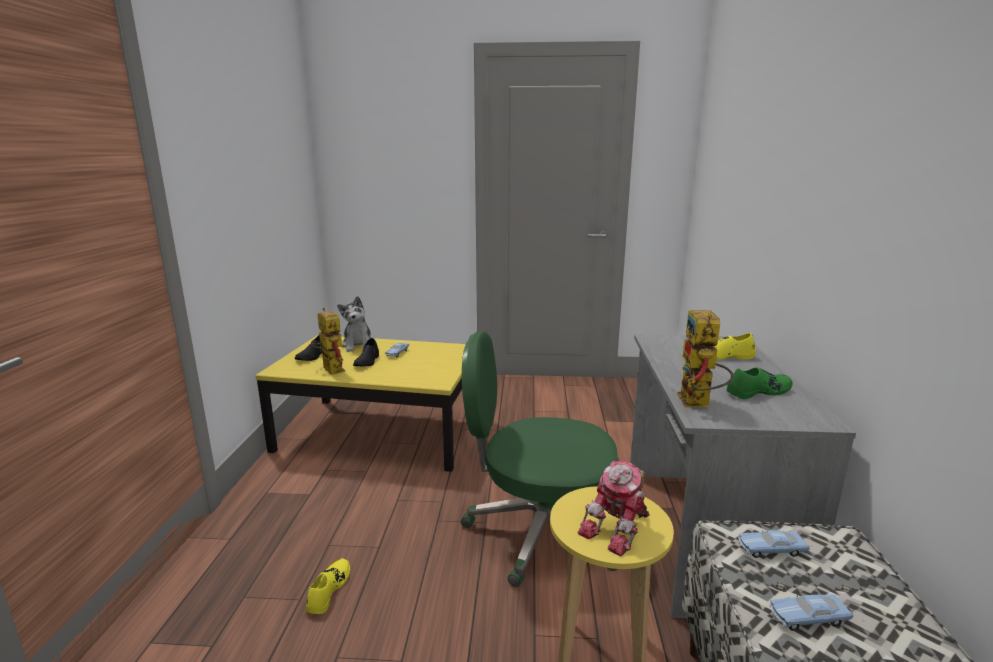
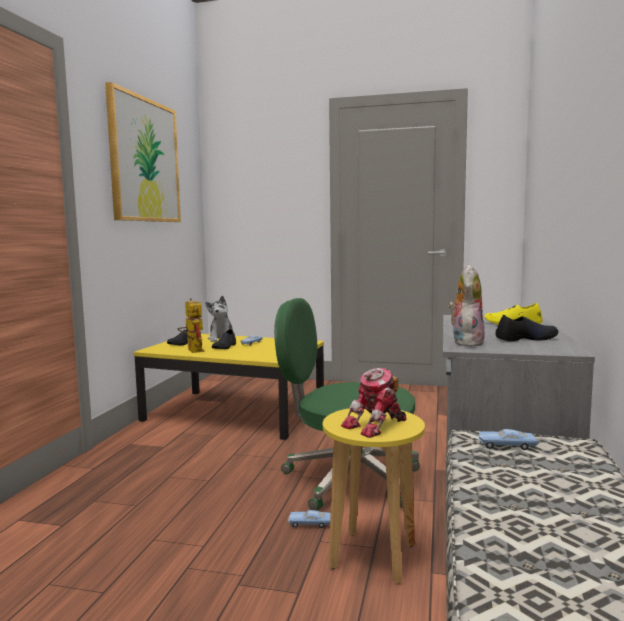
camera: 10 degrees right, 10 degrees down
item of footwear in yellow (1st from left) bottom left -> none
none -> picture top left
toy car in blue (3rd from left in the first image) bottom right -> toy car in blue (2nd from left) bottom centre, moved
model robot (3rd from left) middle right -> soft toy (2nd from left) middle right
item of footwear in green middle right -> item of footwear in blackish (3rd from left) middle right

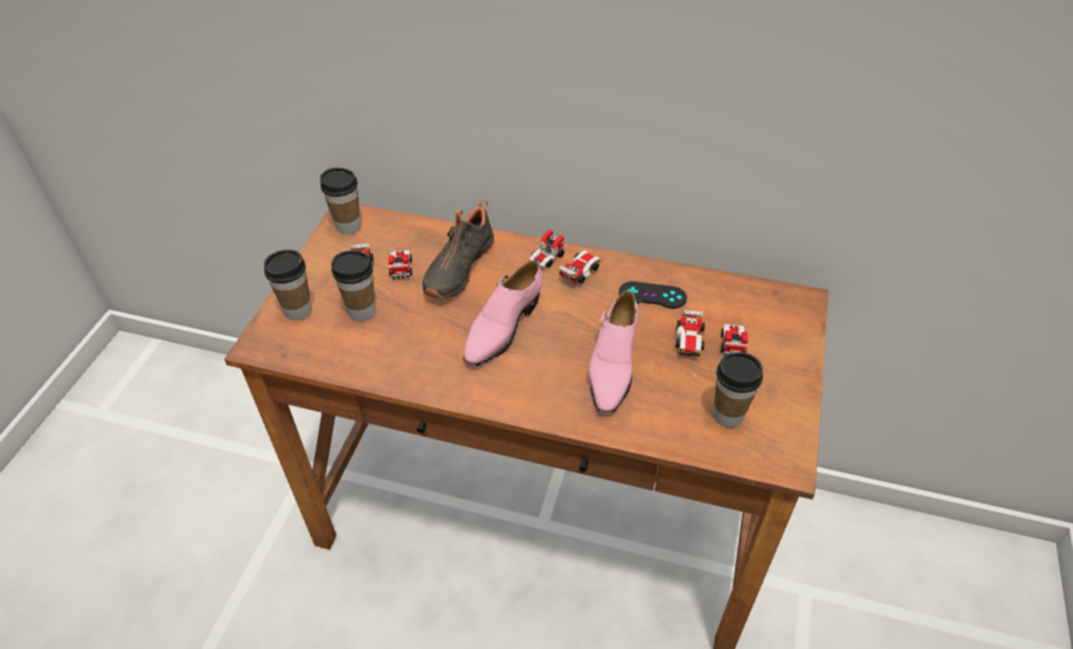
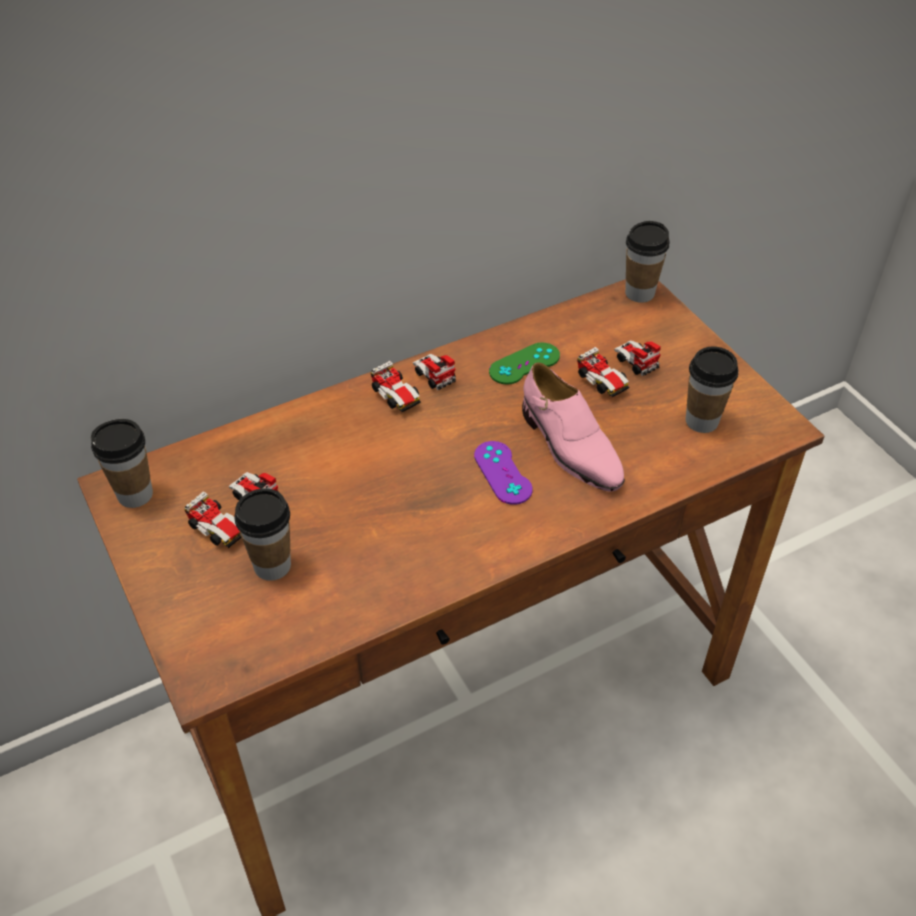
camera: 45 degrees left, 0 degrees up
item of footwear in blackish centre -> none
item of footwear in pinkish (1st from left) centre -> none
none -> game controller in purplish centre
small cup (1st from left in the first image) middle left -> small cup (3rd from left) top right, moved
game controller in blackish centre -> game controller in green centre
toy car (2nd from left) centre, 150 degrees clockwise

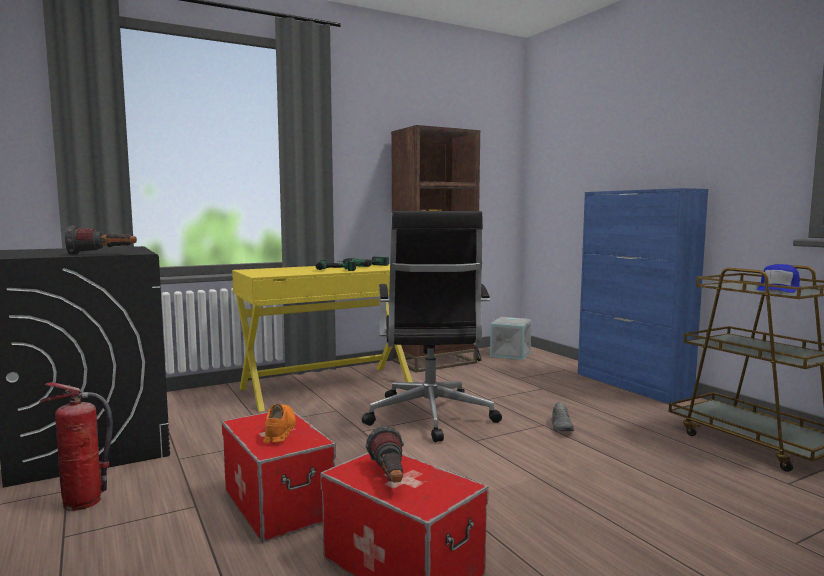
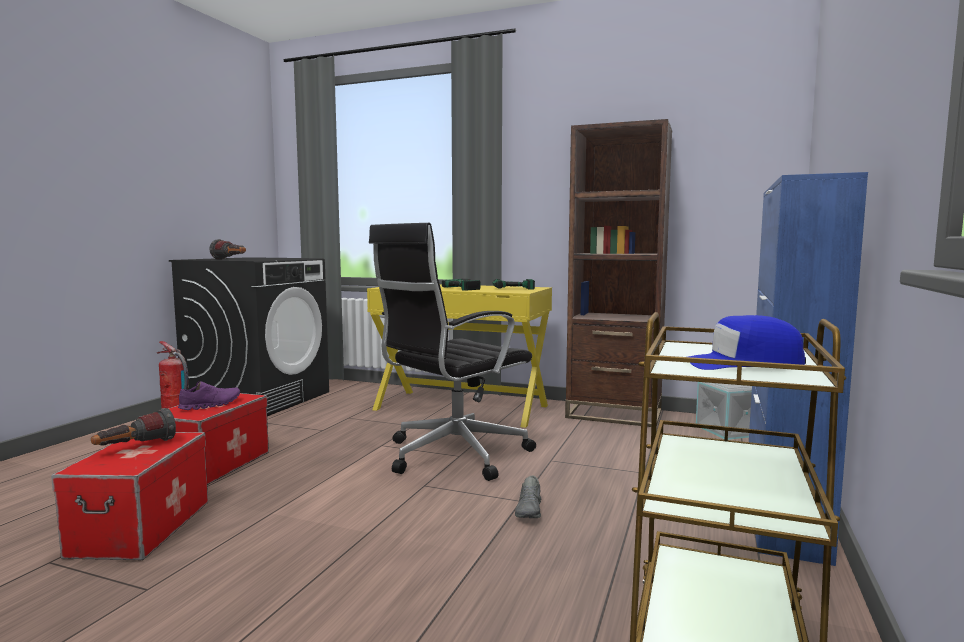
camera: 50 degrees right, 0 degrees up
item of footwear in orange-coloured bottom centre -> item of footwear in purplish middle left
item of footwear in grey bottom right -> item of footwear in grey bottom centre, 45 degrees counterclockwise

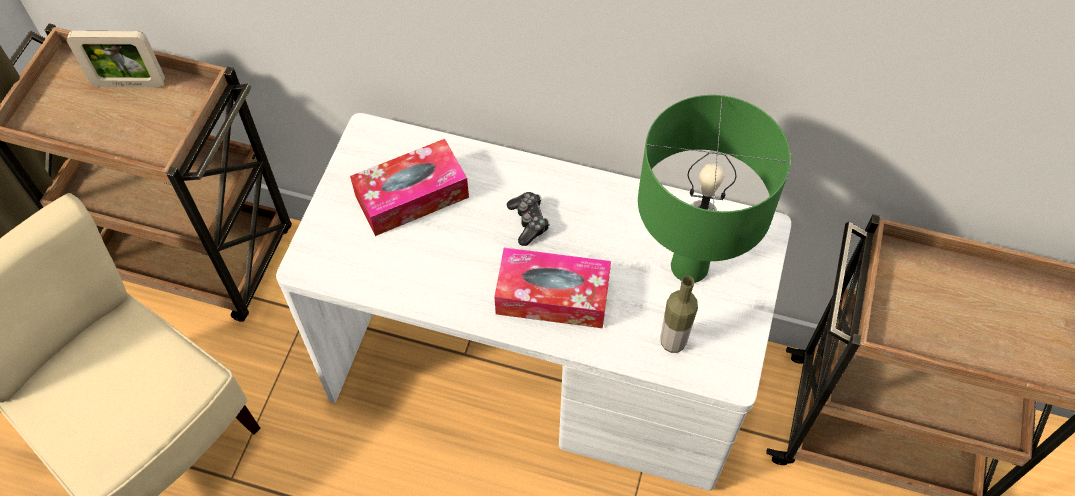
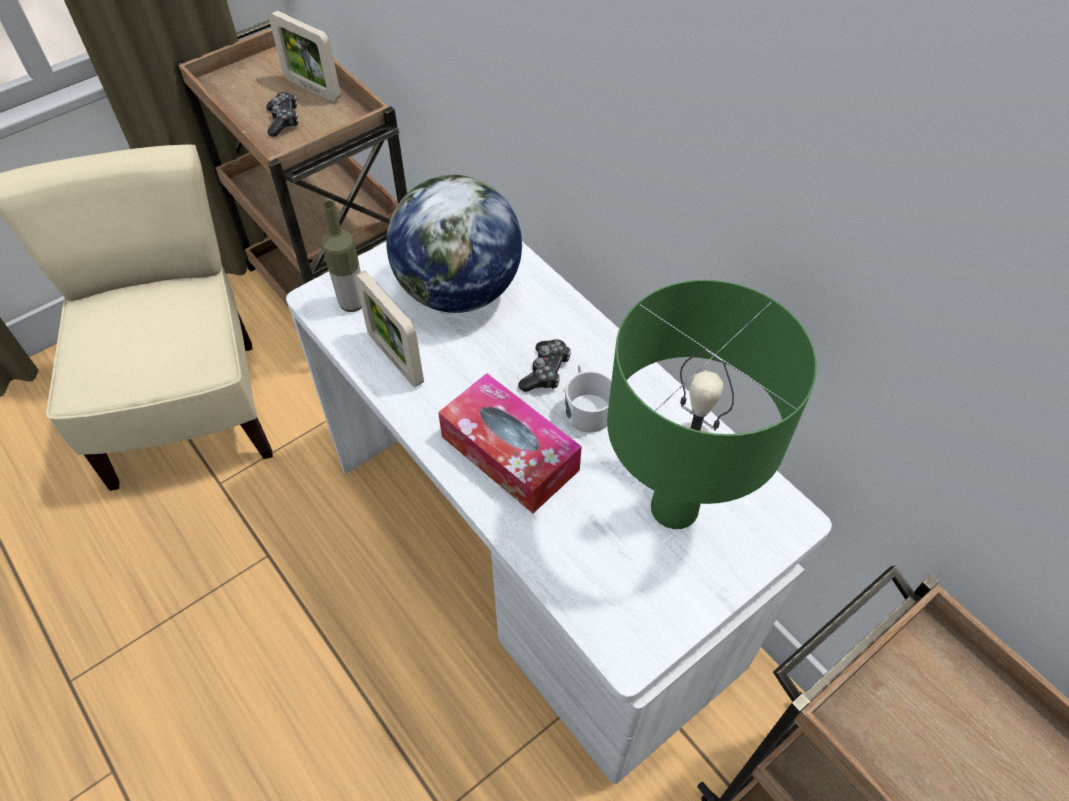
camera: 35 degrees right, 5 degrees down
none -> game controller (1st from left) top left
none -> picture frame (2nd from left) centre
none -> tea mug in white centre
beverage bottle centre -> beverage bottle top left, moved
box of tissues (1st from left) centre -> desk globe top centre

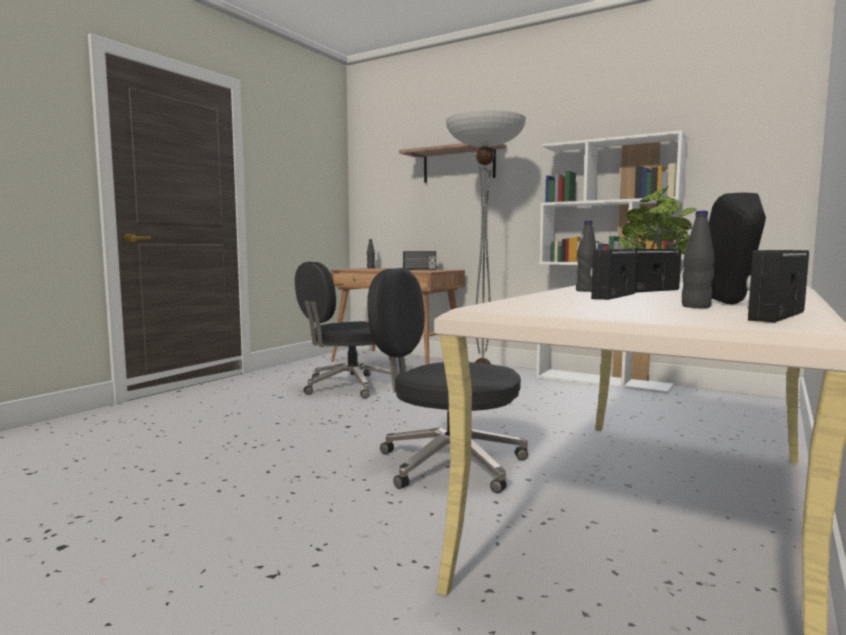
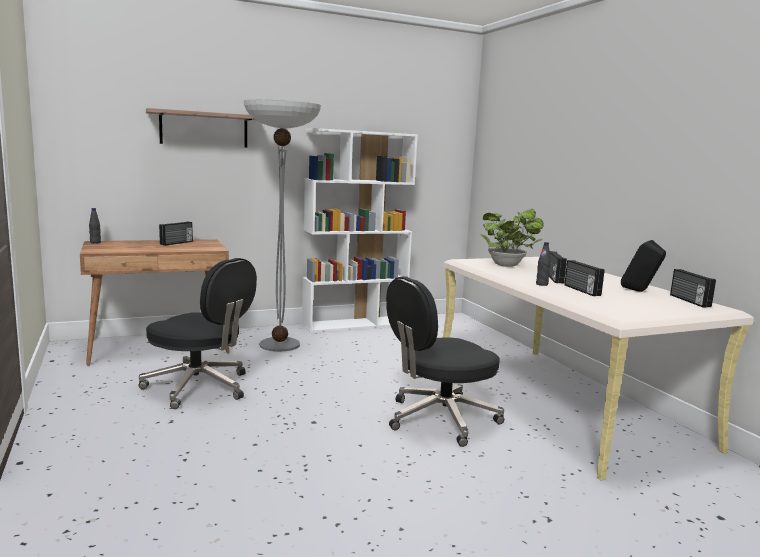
camera: 55 degrees left, 5 degrees up
beverage bottle in blackish (3rd from left) middle right -> none
desk chair in blackish (1st from left) centre -> desk chair in blackish (1st from left) middle left, 60 degrees counterclockwise

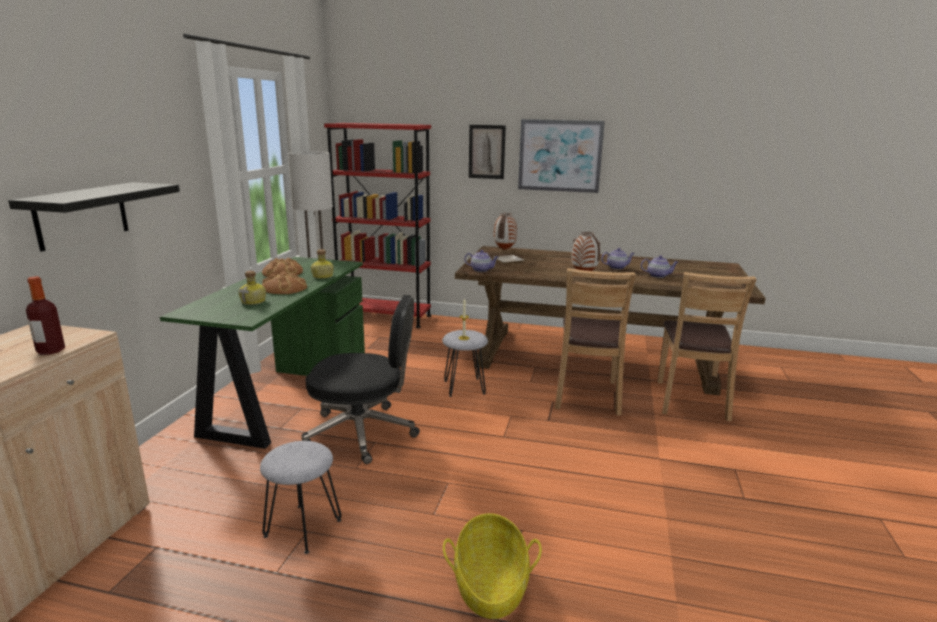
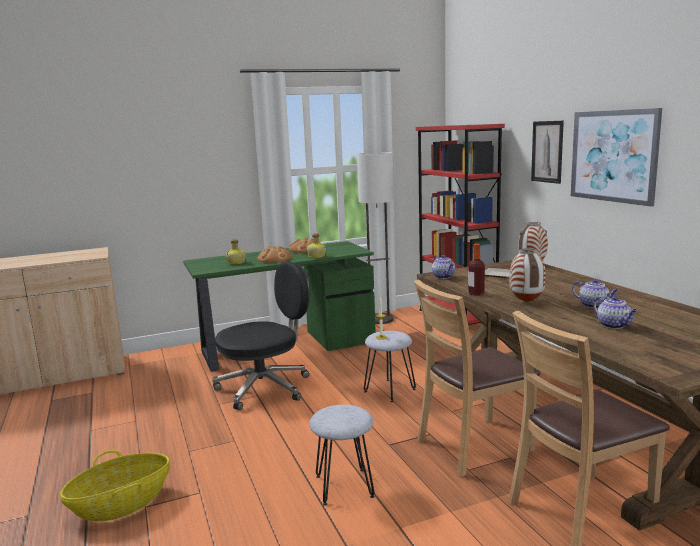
camera: 55 degrees right, 5 degrees down
wall shelf in blackish middle left -> none
beverage bottle (1st from left in the first image) middle left -> beverage bottle (3rd from left) middle right, moved
stool seat in grey (1st from left) bottom left -> stool seat in grey (1st from left) bottom centre, moved
desk chair in blackish centre, 90 degrees counterclockwise

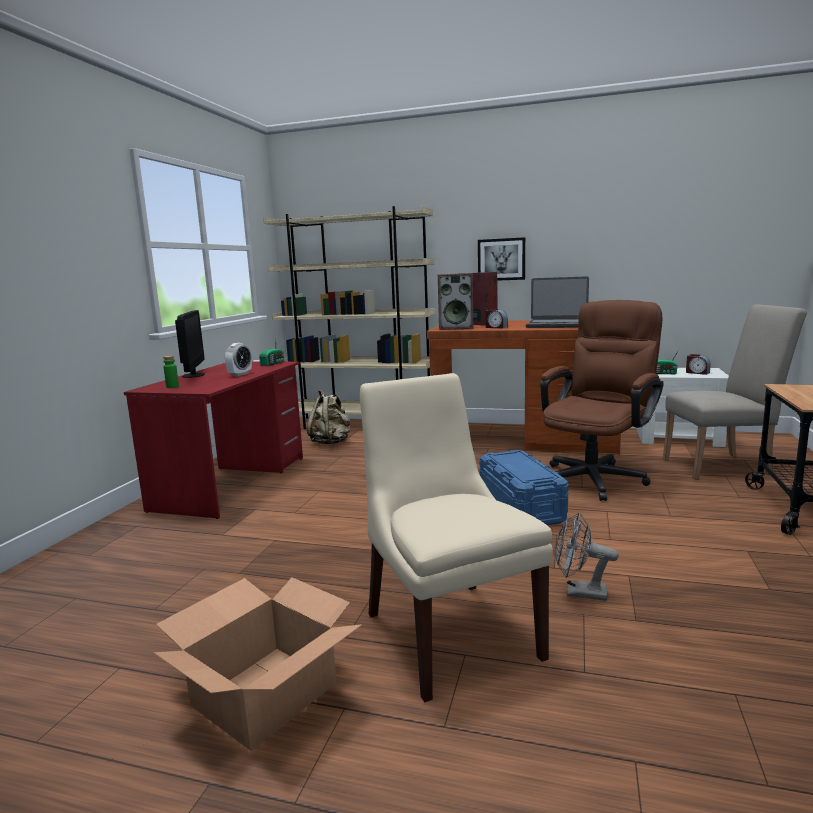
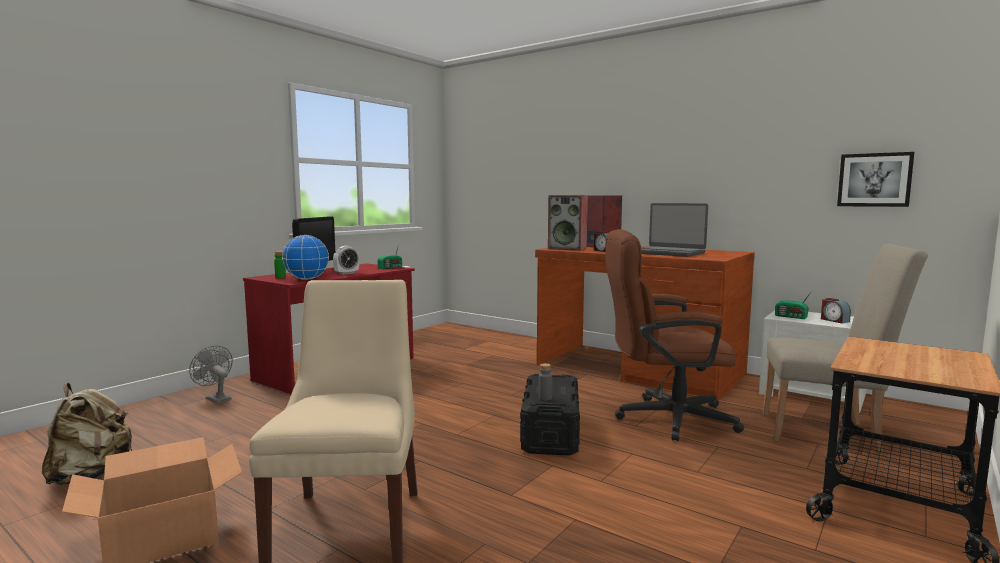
camera: 20 degrees right, 5 degrees down
shelving unit in beige centre -> none
none -> desk globe middle left
none -> beverage bottle in grey bottom centre
backpack in beige centre -> backpack in beige bottom left, moved
picture top centre -> picture top right, moved
fan in grey bottom right -> fan in grey middle left, moved
storage box in blue centre -> storage box in blackish bottom centre
desk chair in brown-coloured middle right, 150 degrees counterclockwise

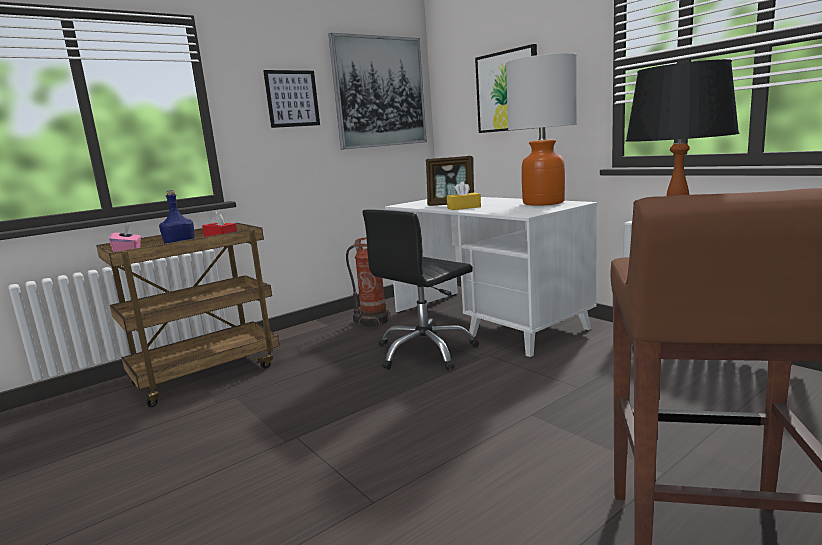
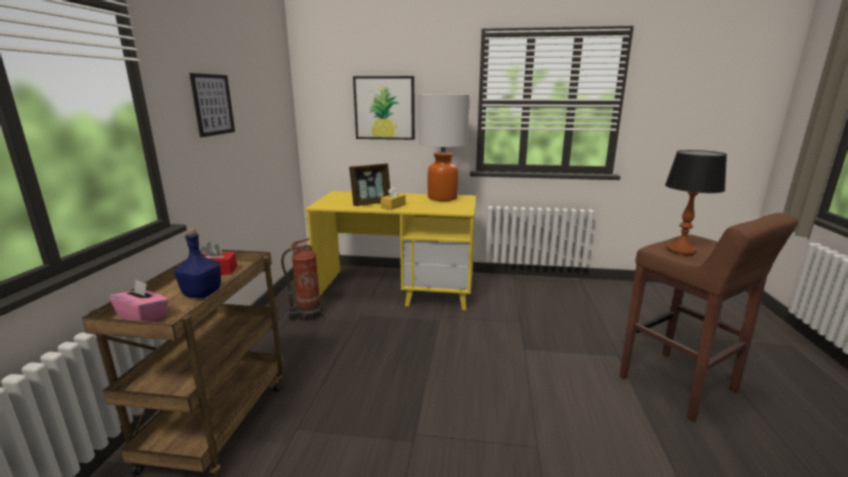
camera: 45 degrees left, 5 degrees up
picture (2nd from left) top centre -> none
desk chair in blackish centre -> none
desk unit in white centre -> desk unit in yellow centre

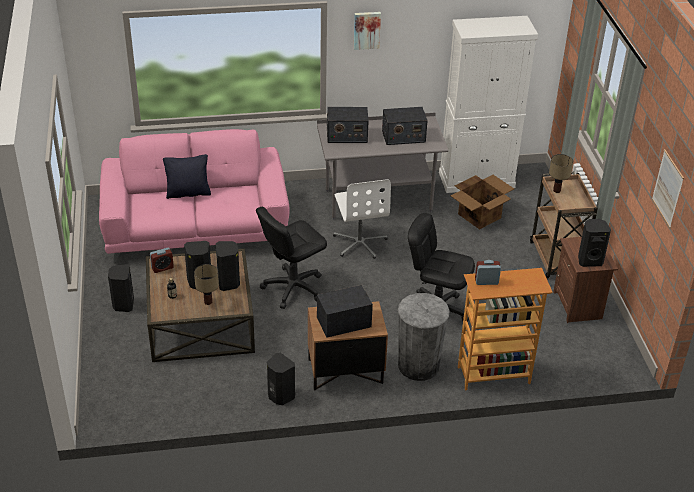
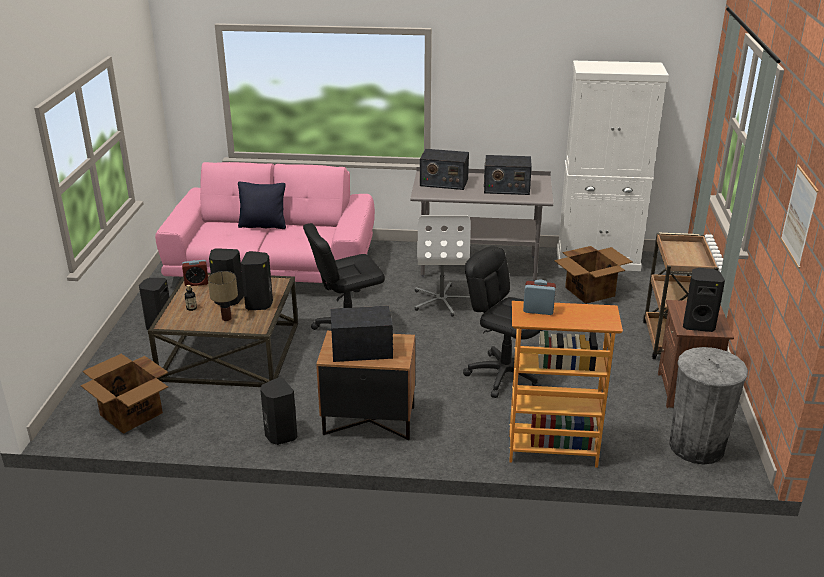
camera: 15 degrees right, 10 degrees down
picture (1st from left) top centre -> none
table lamp (2nd from left) middle right -> none
none -> packing box (1st from left) bottom left
rubbish bin in grey bottom centre -> rubbish bin in grey bottom right, moved

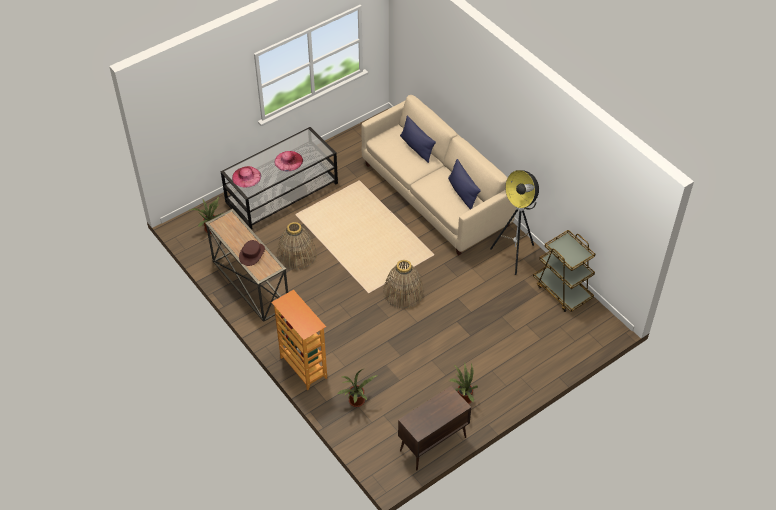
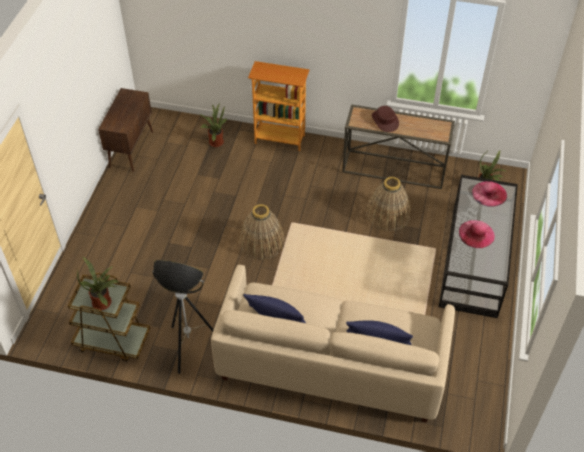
camera: 140 degrees right, 0 degrees up
plant in a pot (3rd from left in the first image) bottom centre -> plant in a pot (1st from left) middle left, moved

